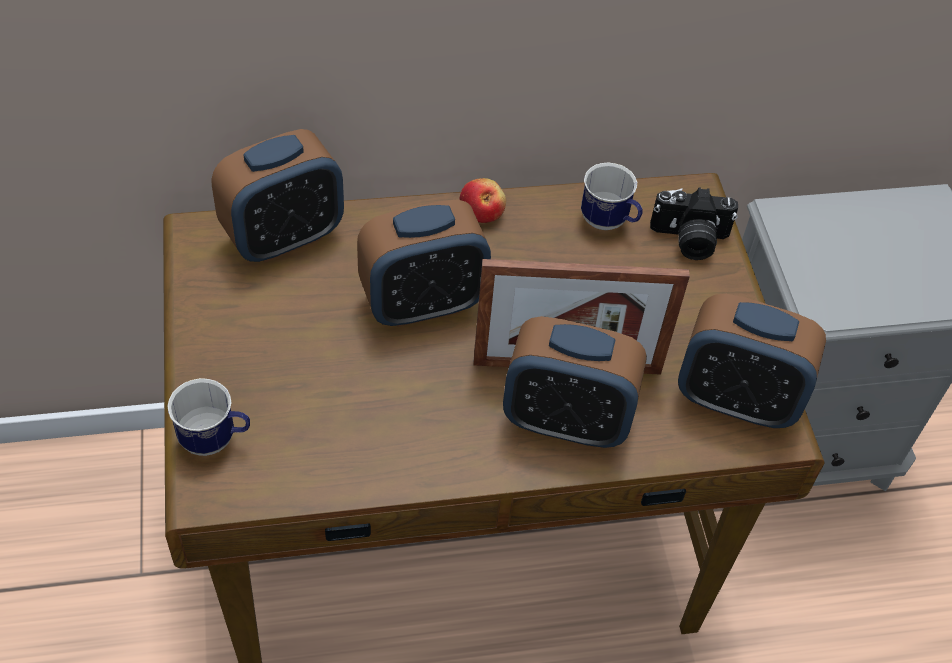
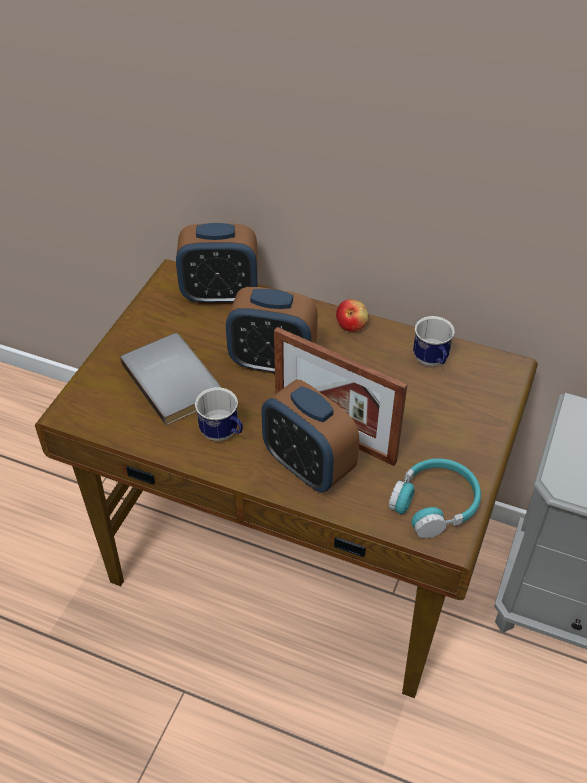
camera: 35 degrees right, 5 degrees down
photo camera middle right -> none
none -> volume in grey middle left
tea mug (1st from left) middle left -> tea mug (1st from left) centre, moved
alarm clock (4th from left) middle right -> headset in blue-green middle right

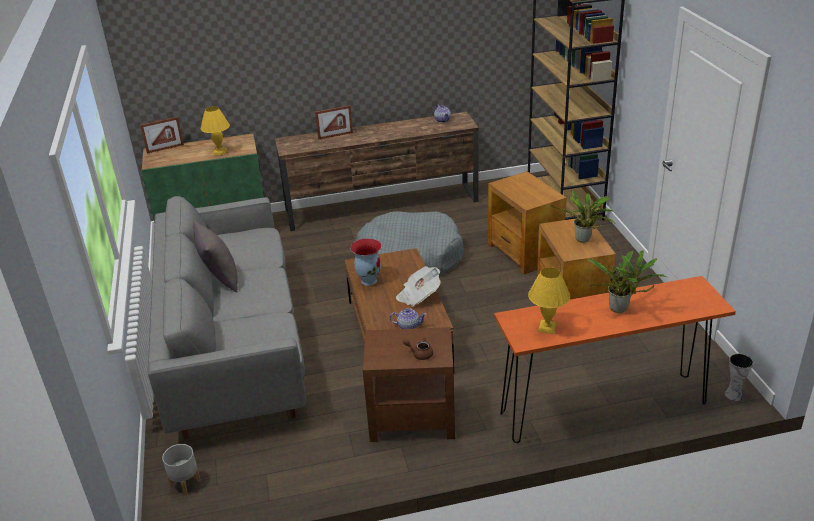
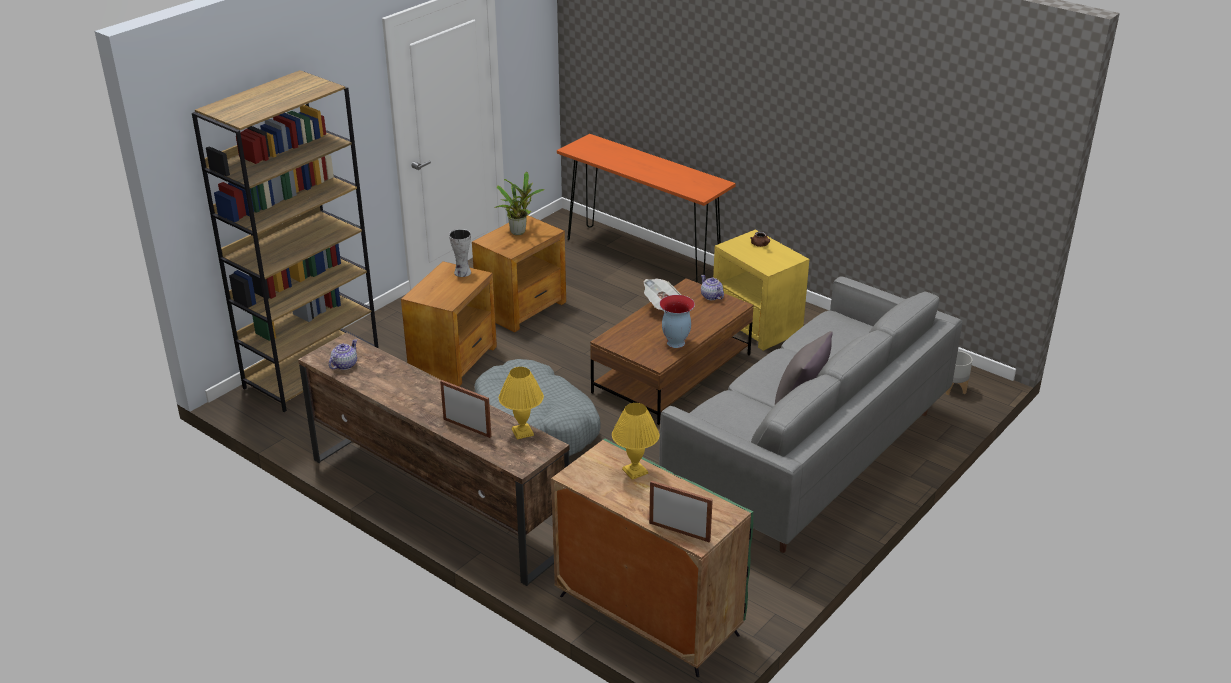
camera: 130 degrees left, 0 degrees up
plant in a pot (2nd from left) middle right -> none
table lamp in yellow (2nd from left in the first image) middle right -> table lamp in yellow (1st from left) centre, moved
flower vase (2nd from left in the first image) bottom right -> flower vase (1st from left) centre, moved
accent table in brown-coloured (1st from left) bottom centre -> accent table in yellow centre

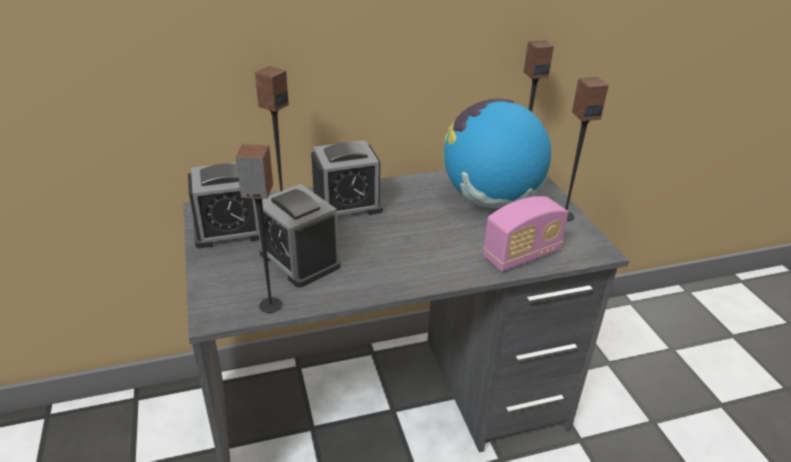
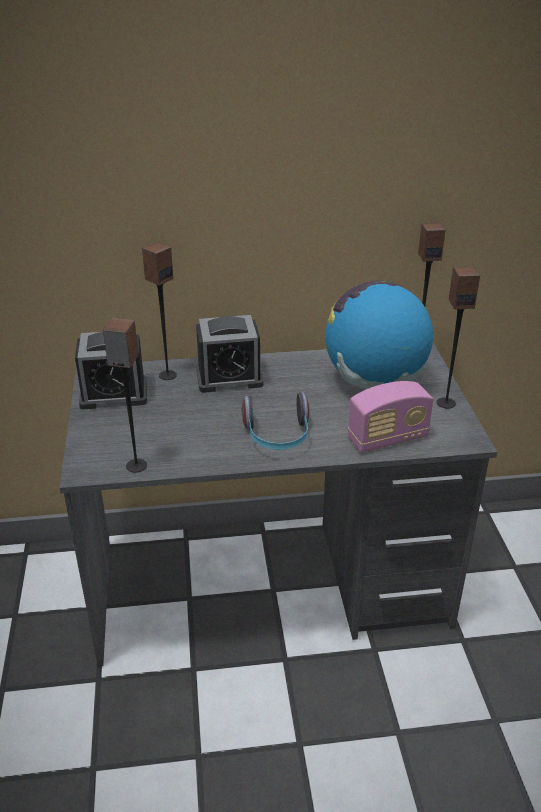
camera: 10 degrees right, 0 degrees up
alarm clock (2nd from left) centre -> none
none -> headset centre

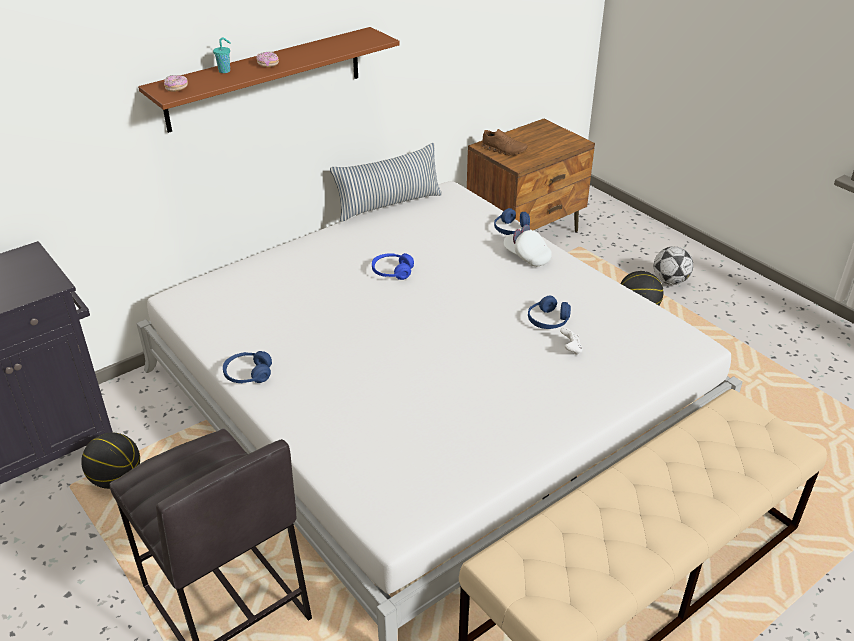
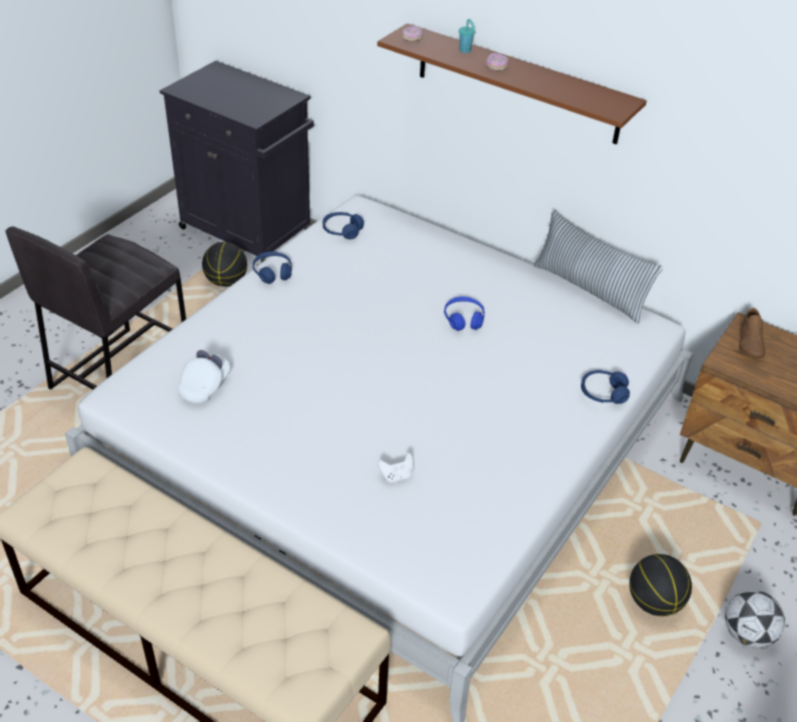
camera: 70 degrees right, 5 degrees up
cap in white centre -> cap in white middle left, moved
headset in blue (4th from left in the first image) centre -> headset in blue (2nd from left) top centre, moved

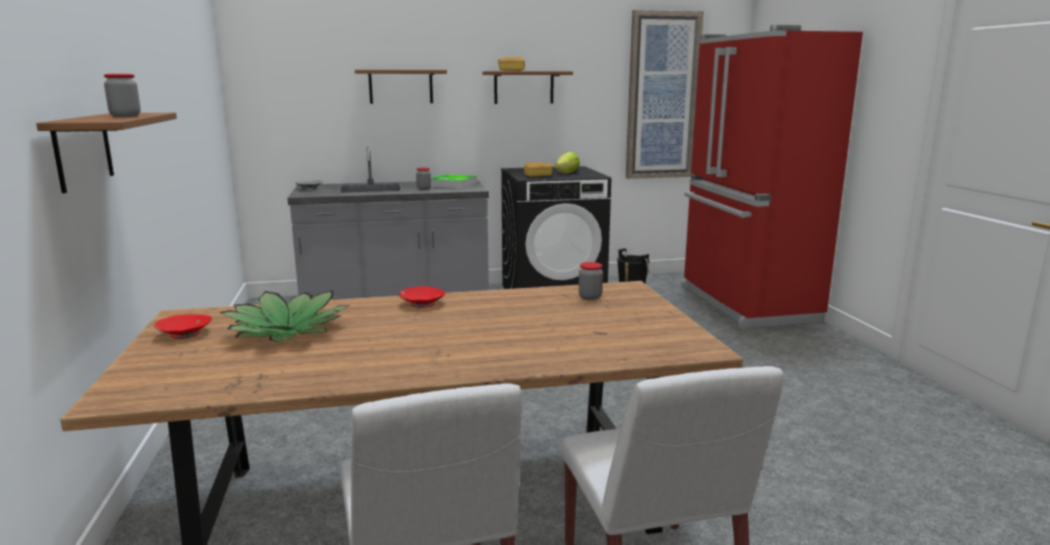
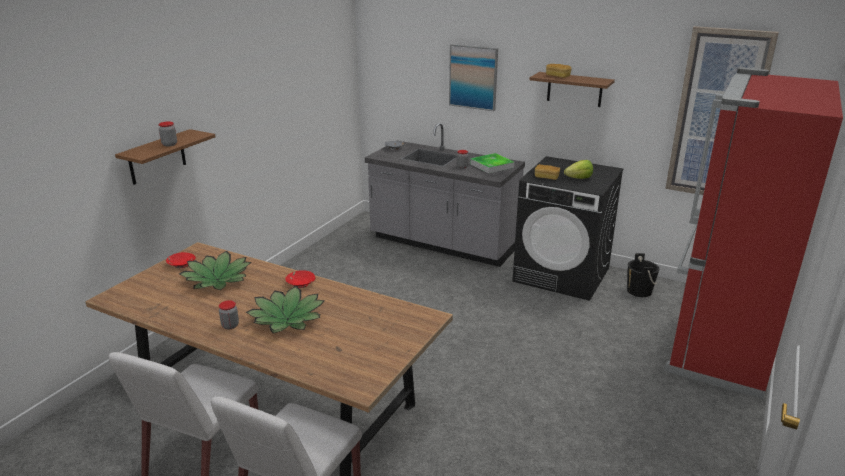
camera: 40 degrees right, 10 degrees up
none -> plant in a pot (2nd from left) centre
preserve jar (3rd from left in the first image) centre -> preserve jar (2nd from left) middle left, moved
wall shelf in brown-coloured (2nd from left) top centre -> picture (1st from left) top centre

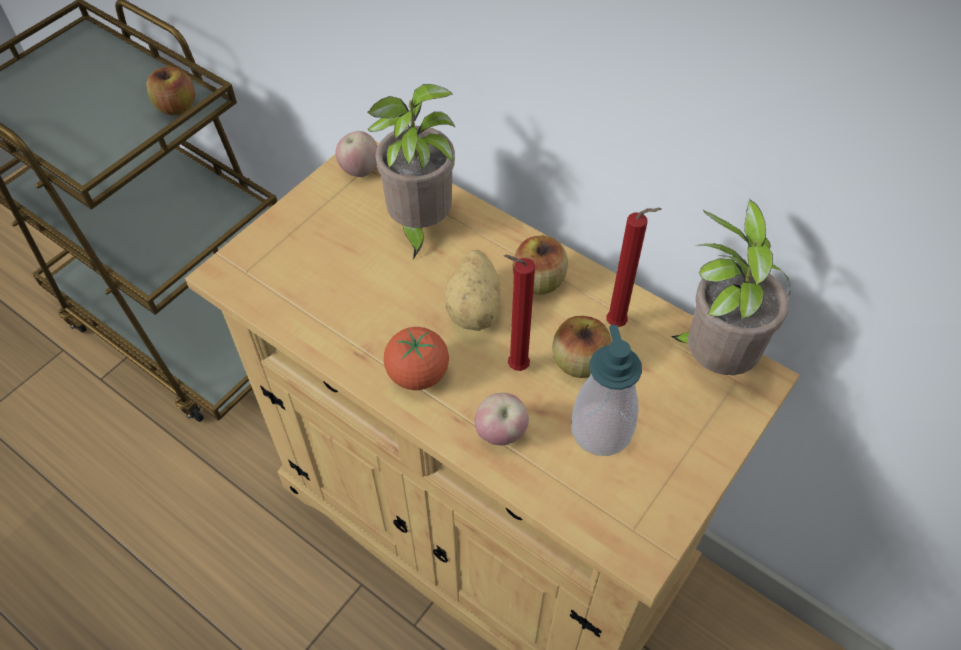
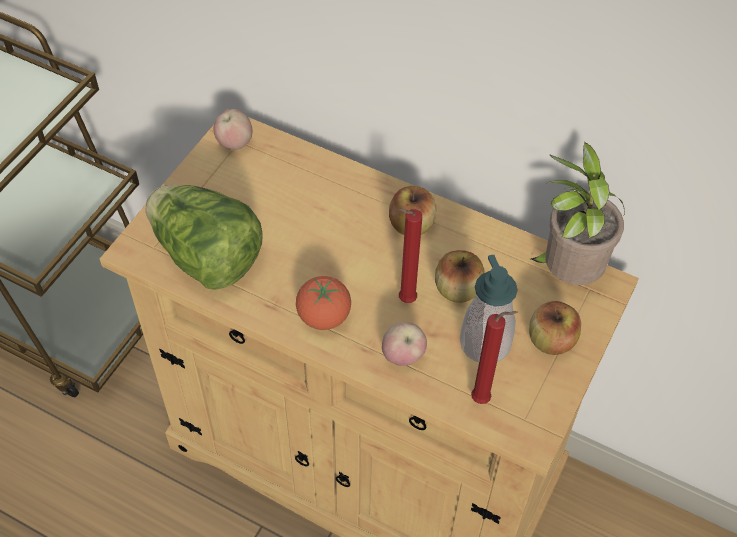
camera: 10 degrees left, 0 degrees up
plant in a pot (1st from left) top centre -> none
potato centre -> none
none -> head of lettuce middle left
apple (1st from left in the first image) top left -> apple (5th from left) middle right, moved
candle in red (2nd from left) centre -> candle in red (2nd from left) middle right, moved

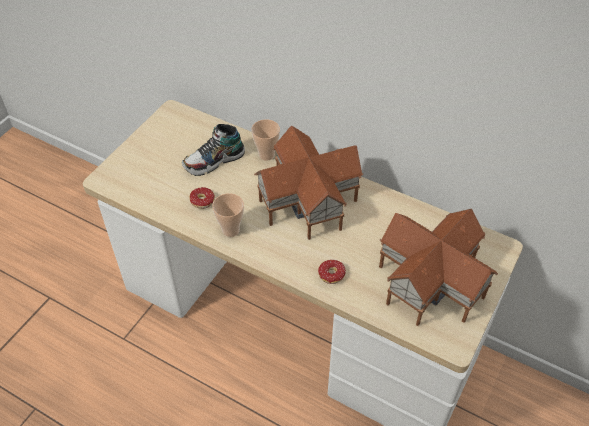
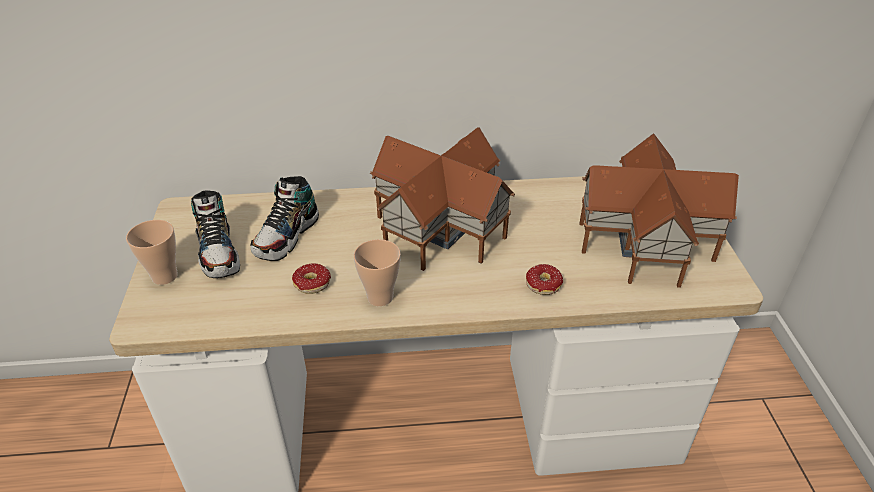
camera: 35 degrees left, 10 degrees down
none -> item of footwear (1st from left) middle left
small cup (2nd from left in the first image) top centre -> small cup (1st from left) middle left, moved

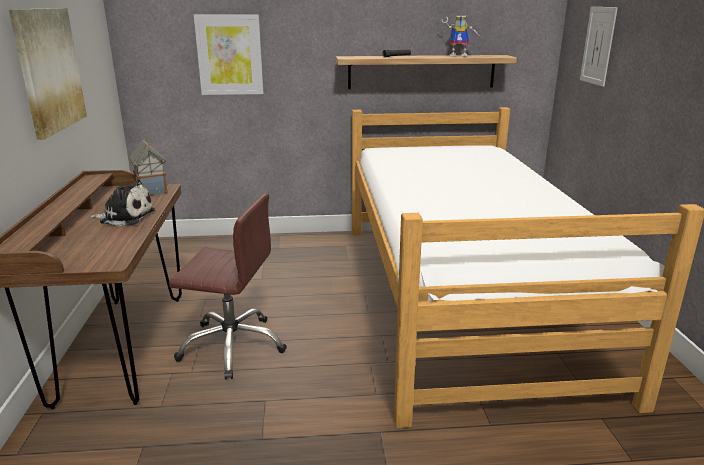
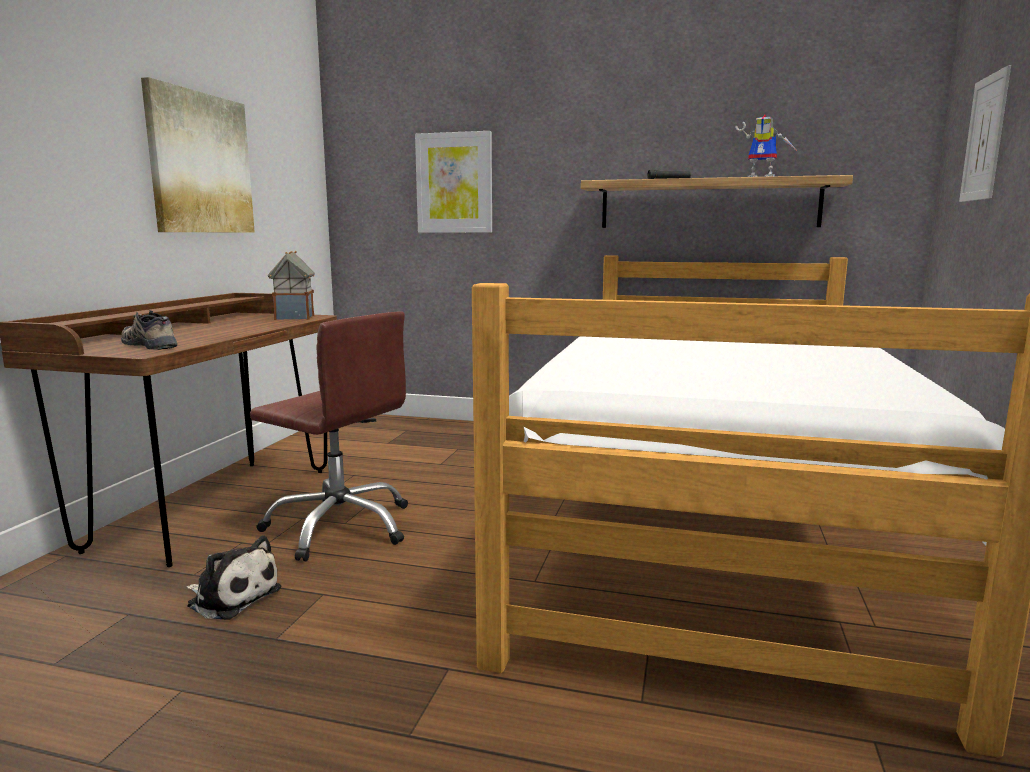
camera: 20 degrees right, 10 degrees down
none -> item of footwear middle left
soft toy middle left -> soft toy bottom left, moved

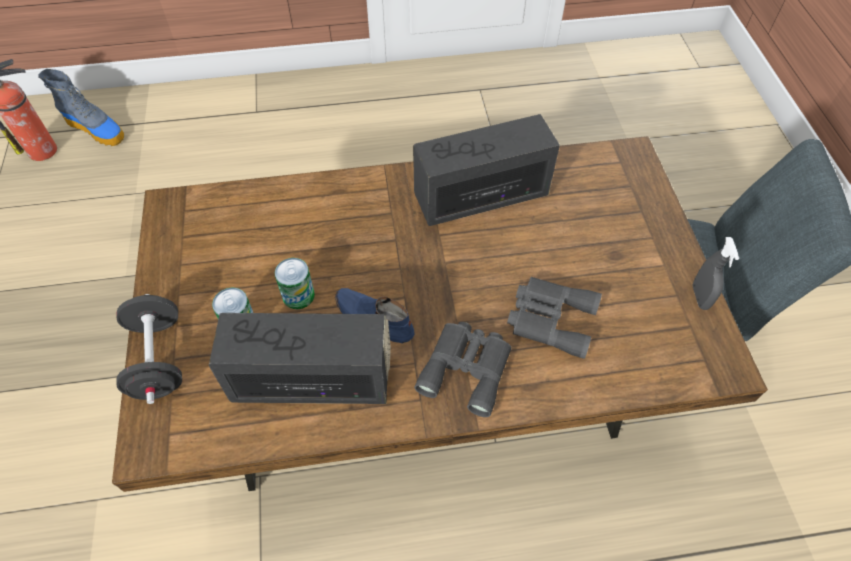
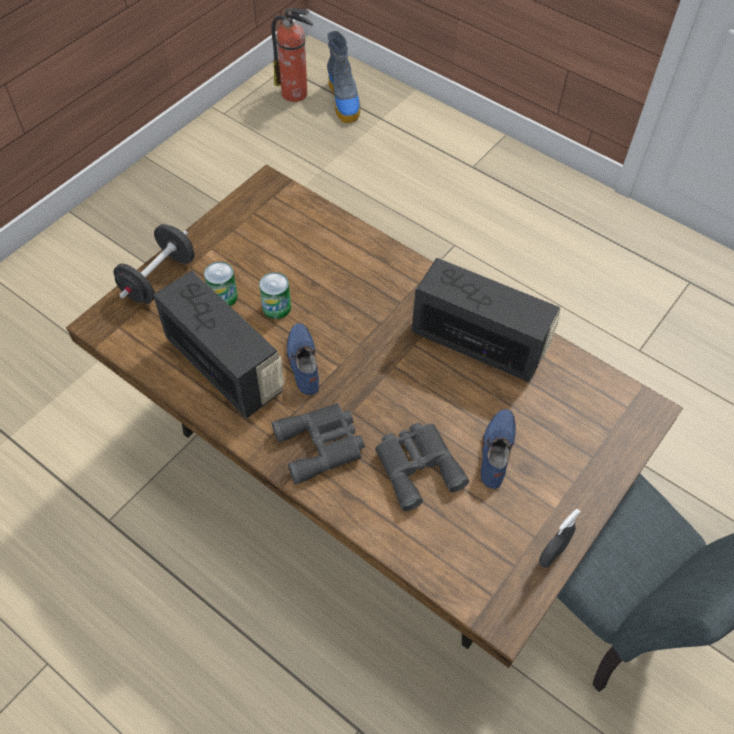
camera: 45 degrees right, 0 degrees up
none -> item of footwear in blue (2nd from left) middle right

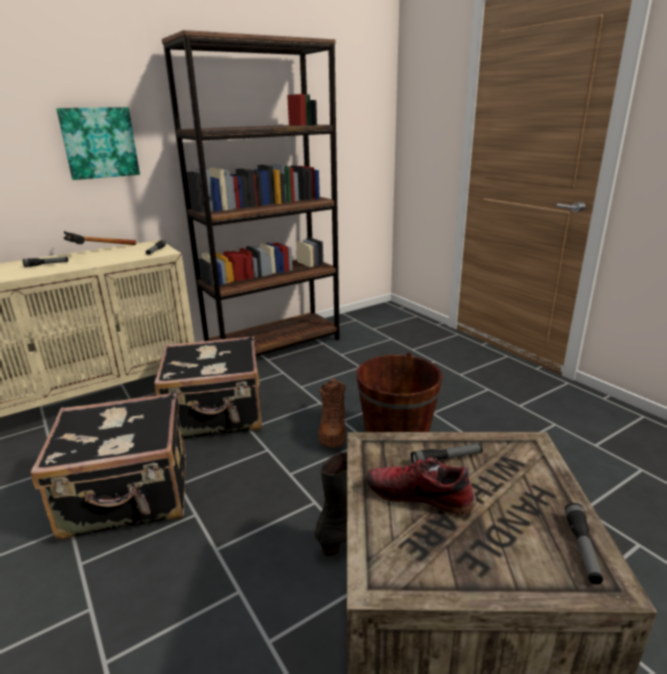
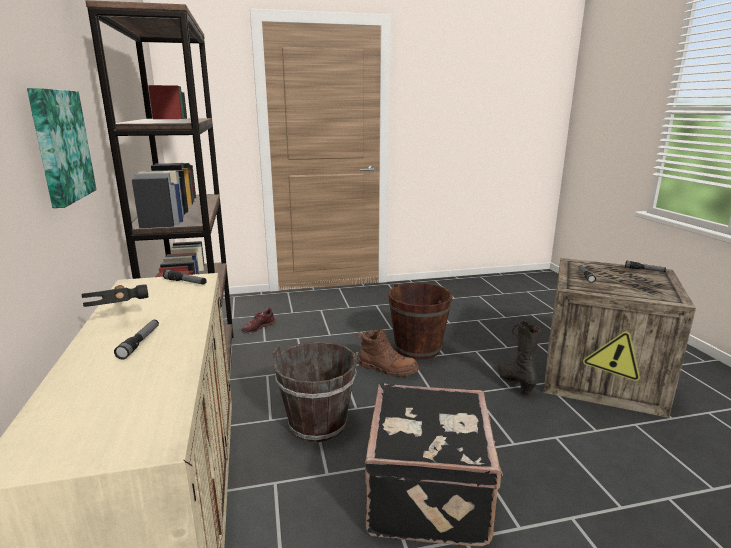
camera: 70 degrees left, 5 degrees down
item of footwear bottom centre -> item of footwear centre, moved
travel case in blackish (2nd from left) middle left -> bucket in brown-coloured (1st from left) bottom centre

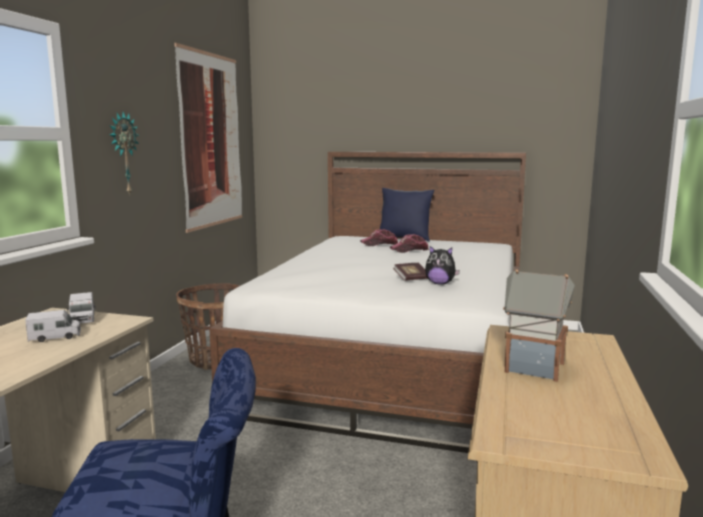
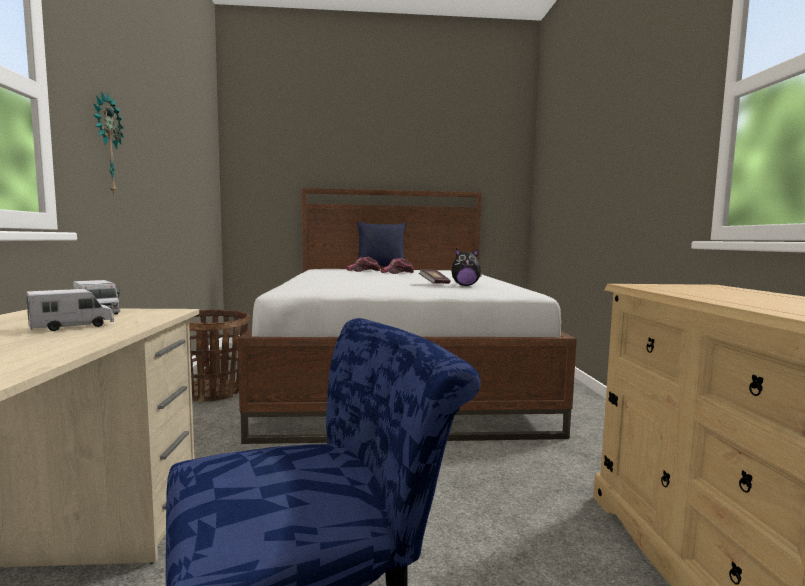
camera: 20 degrees left, 5 degrees down
picture top left -> none
toy house middle right -> none

